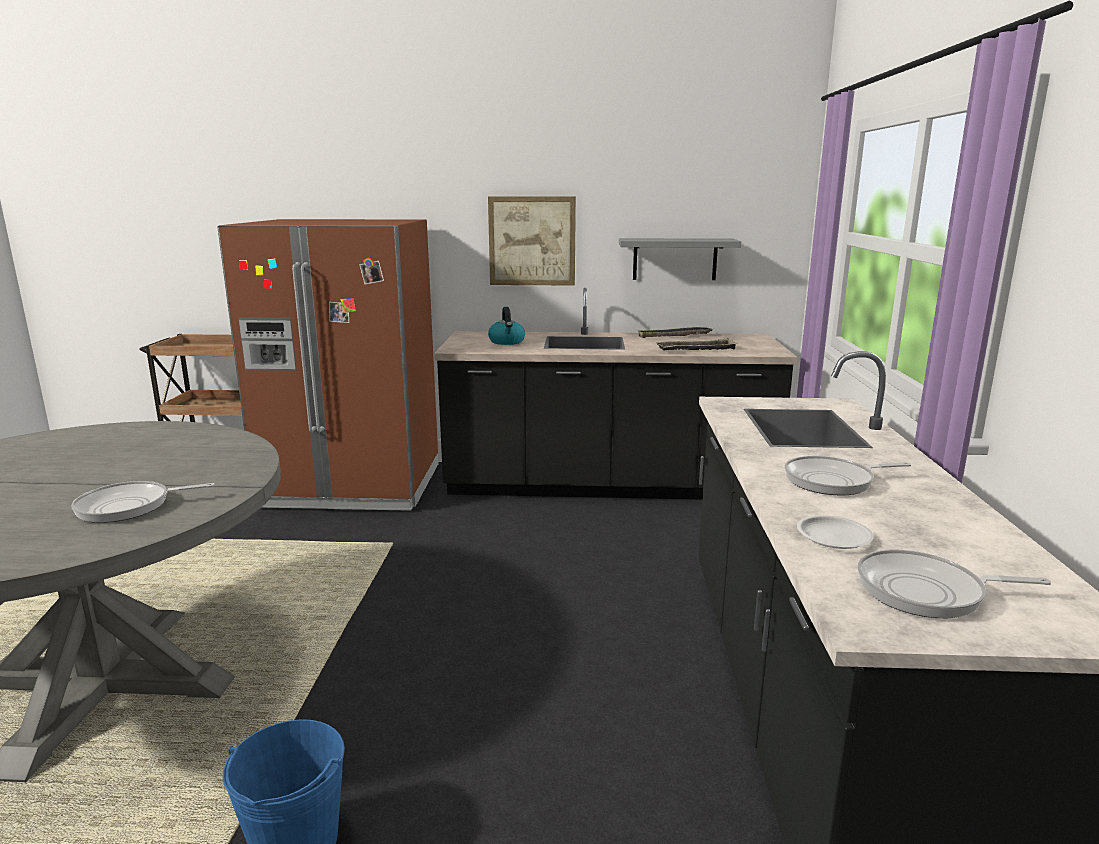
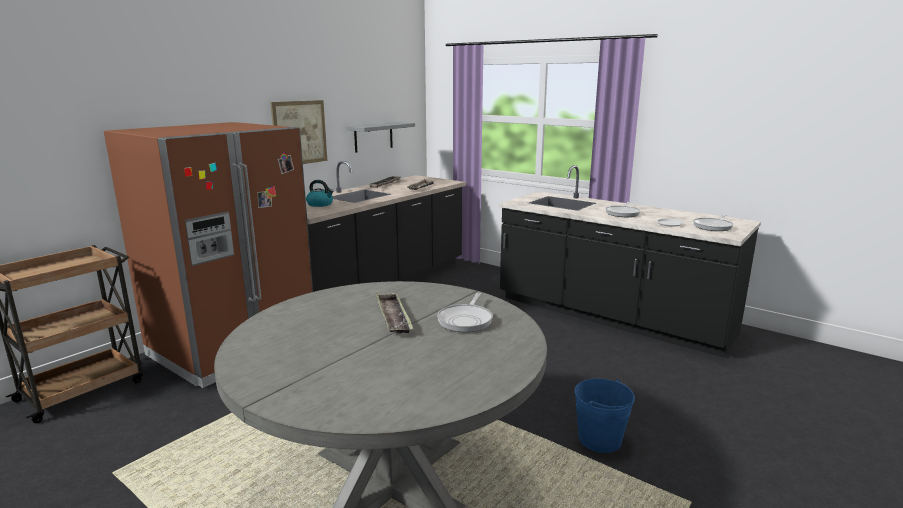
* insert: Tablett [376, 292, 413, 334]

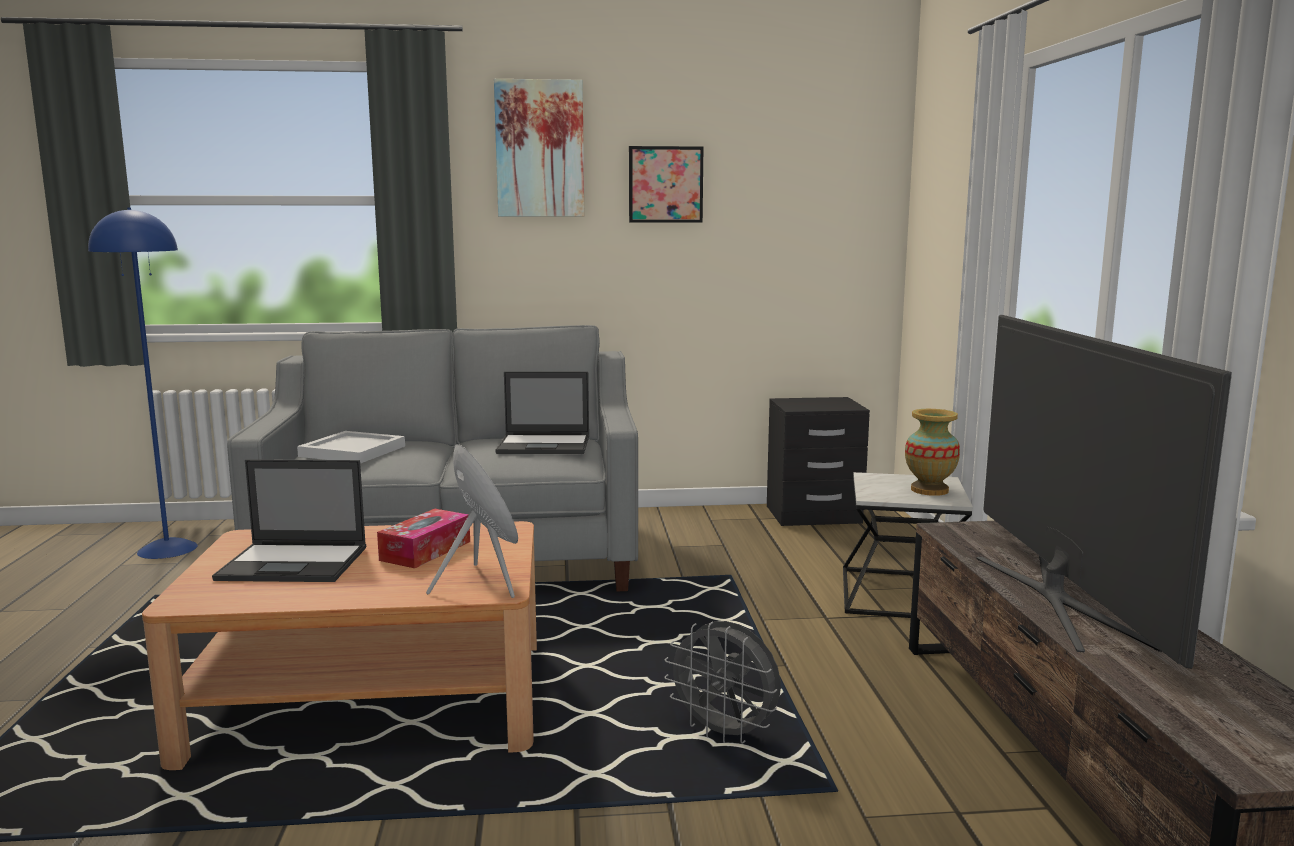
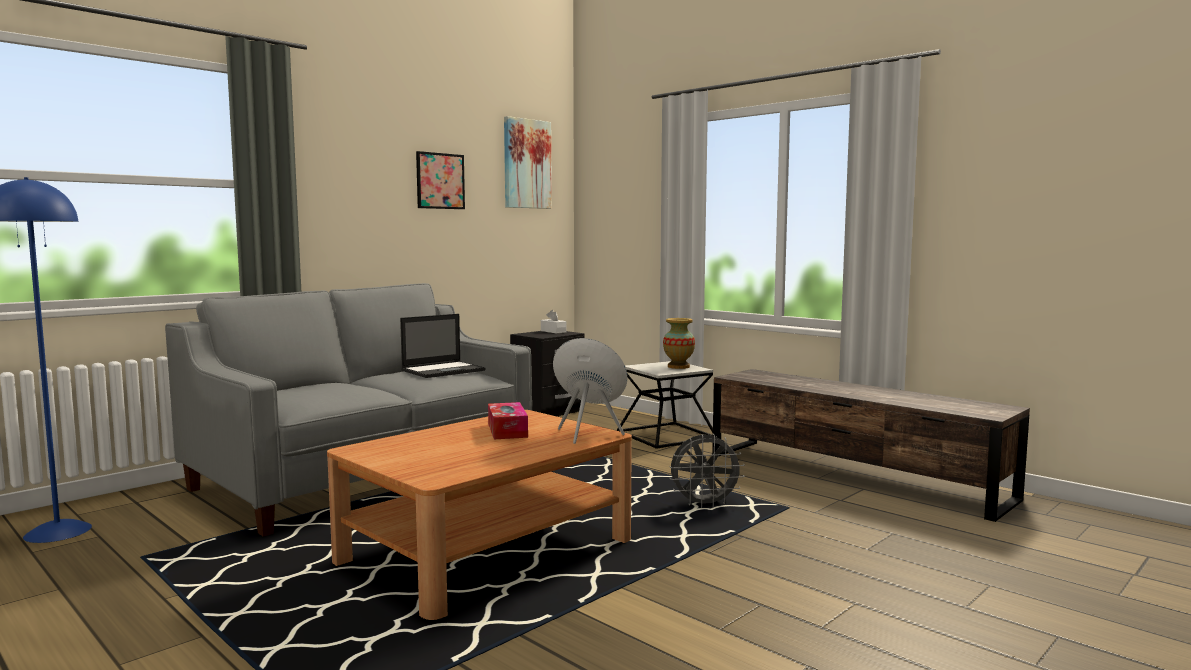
* delete: Laptop [212, 459, 366, 582]
* delete: Tablett [weiß] [297, 431, 405, 463]
* delete: Fernseher [976, 315, 1232, 669]
* insert: Taschentuchbox [weiß] [541, 310, 567, 333]
* move: Bild [494, 79, 584, 217] to [504, 116, 552, 209]

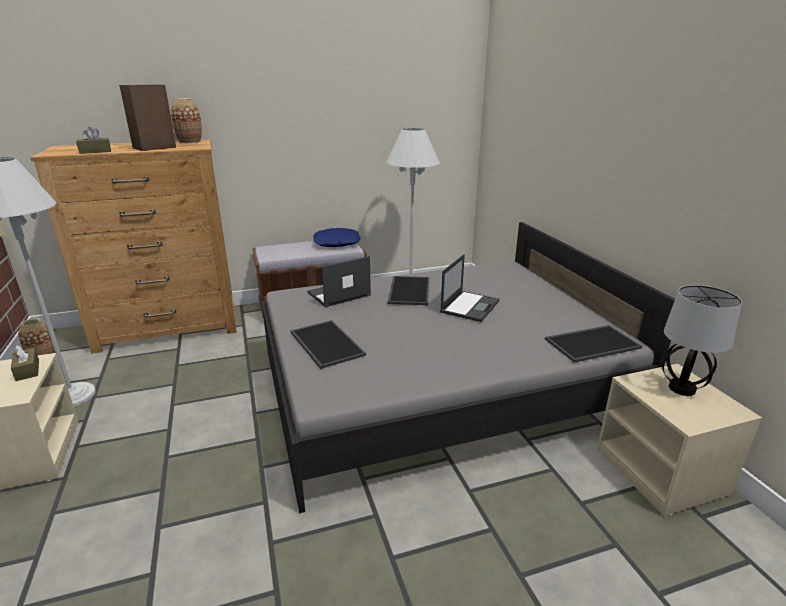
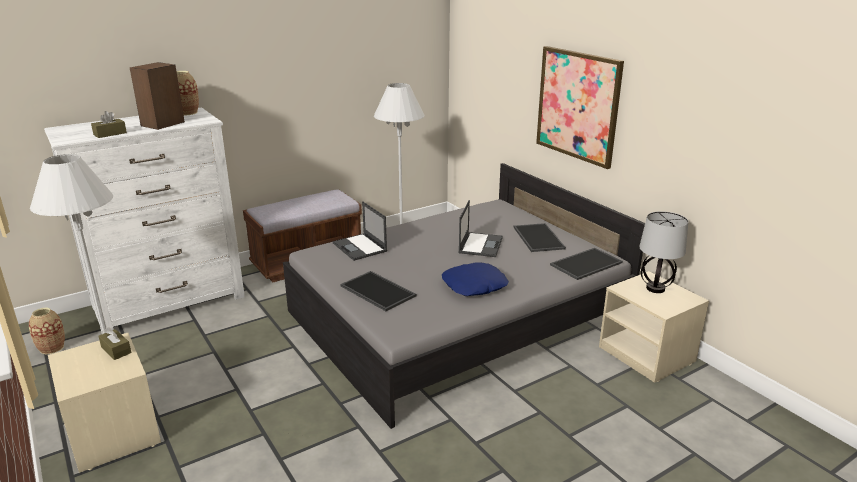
* insert: Bild [536, 46, 624, 169]
* move: Kissen [blau] [313, 228, 361, 247] to [442, 262, 509, 296]
* move: Tablett [388, 276, 429, 305] to [513, 223, 566, 252]
* recolor: Kommode [braun] [30, 140, 237, 354] to Kommode [weiß] [44, 107, 245, 334]
* rotate: Laptop [307, 256, 371, 307] = [333, 201, 387, 261] 75 degrees counterclockwise

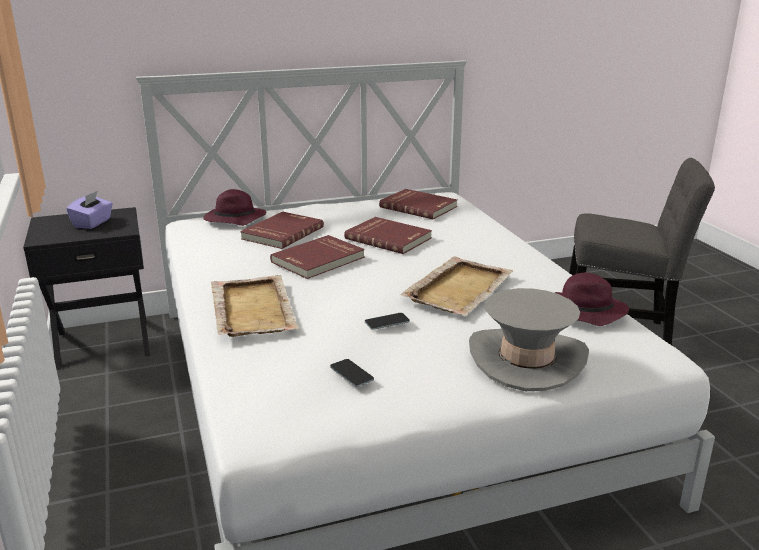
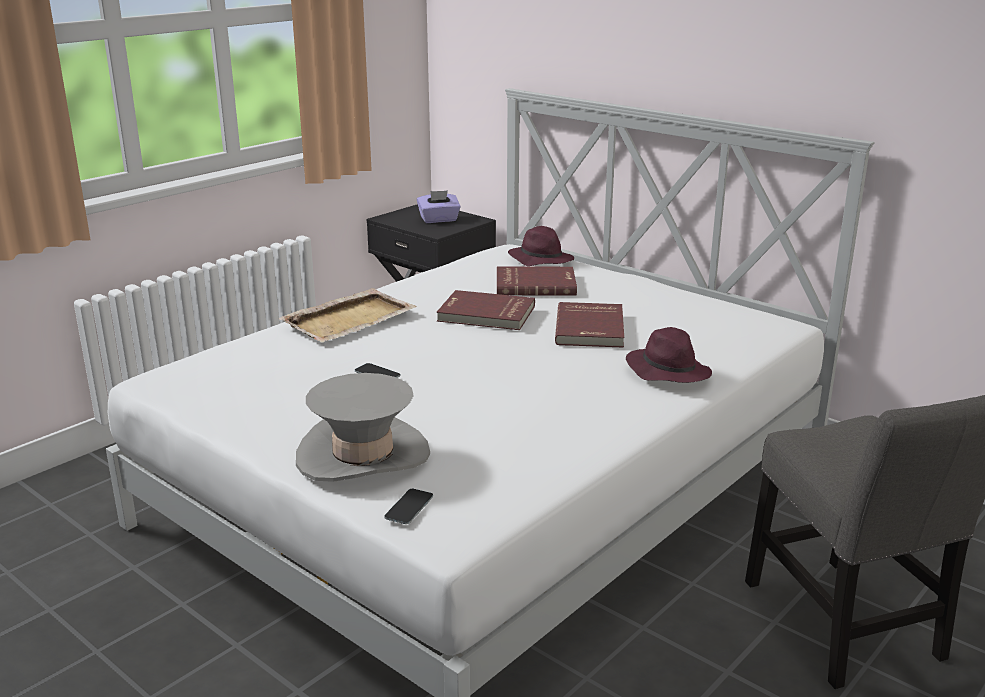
* delete: Buch [rot] [379, 189, 457, 219]
* delete: Tablett [beige] [400, 256, 513, 316]
* move: Handy [330, 359, 374, 387] to [384, 489, 433, 524]
* move: Hut [lila] [555, 273, 629, 326] to [626, 327, 712, 383]

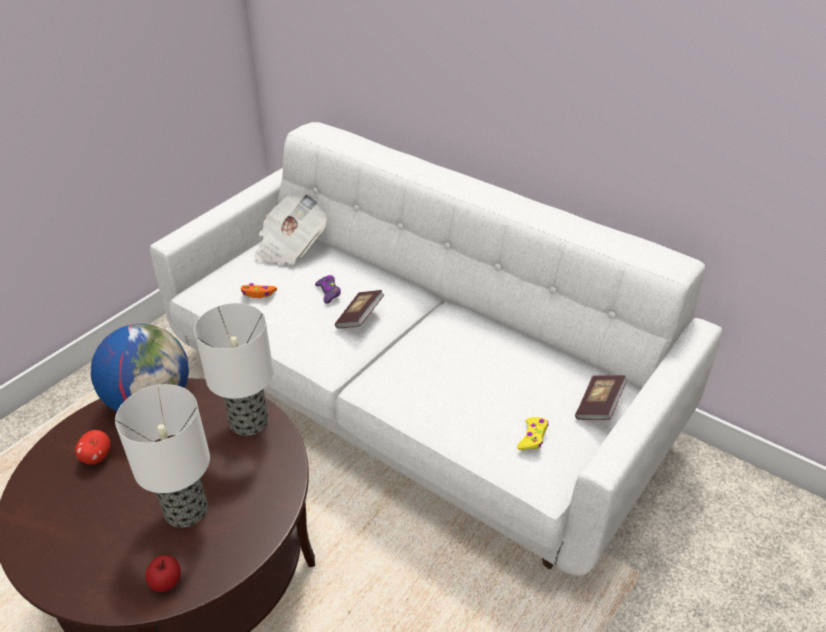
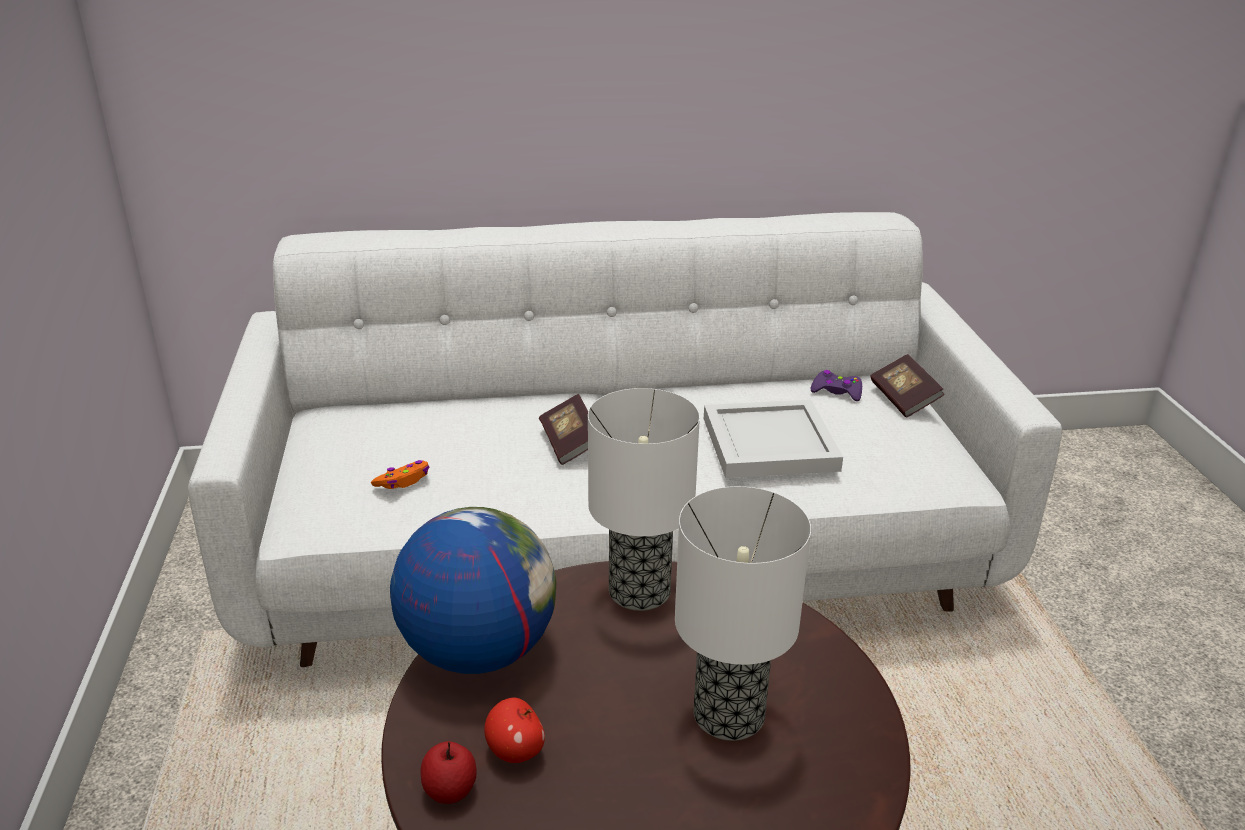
* delete: Zeitung [254, 194, 327, 265]
* delete: Gamepad [gelb] [517, 417, 549, 450]
* insert: Tablett [weiß] [704, 400, 843, 478]
* move: Apfel [145, 555, 181, 592] to [421, 741, 477, 804]
* move: Gamepad [lila] [315, 275, 341, 304] to [811, 370, 862, 401]

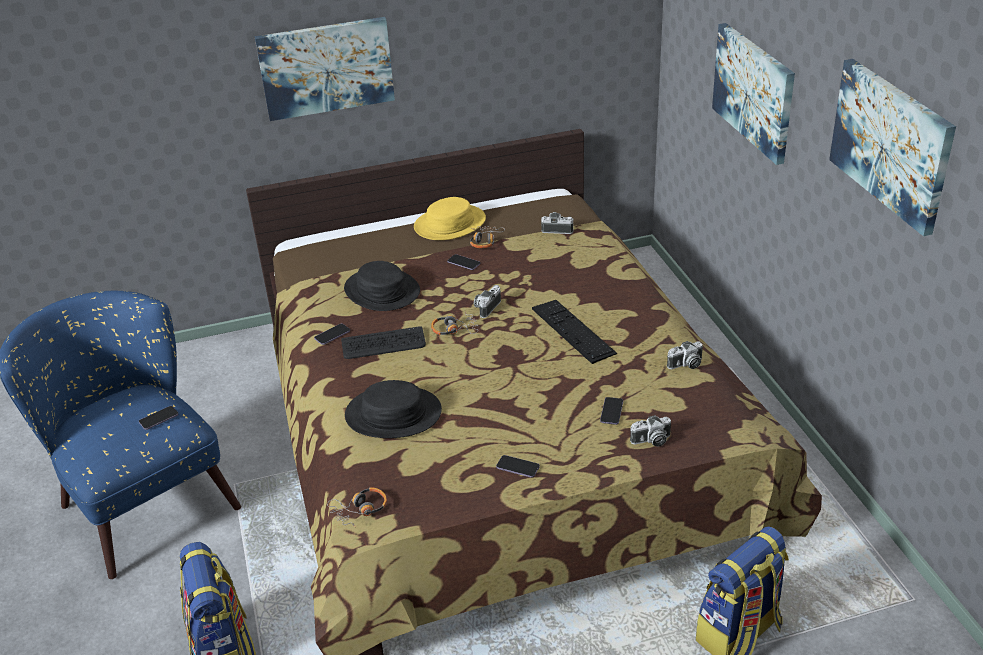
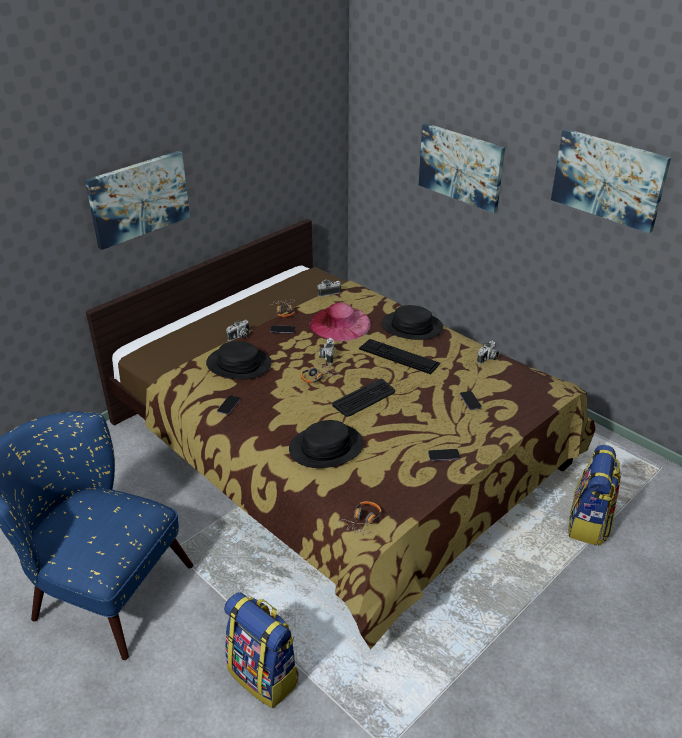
* delete: Handy [139, 406, 179, 430]
* delete: Hut [gelb] [414, 197, 486, 240]
* insert: Hut [rosa] [309, 302, 371, 341]
* insert: Hut [schwarz] [382, 305, 443, 340]
* move: Tastatur [341, 326, 426, 359] to [333, 379, 395, 417]
* move: Kamera [630, 415, 671, 447] to [226, 320, 249, 341]

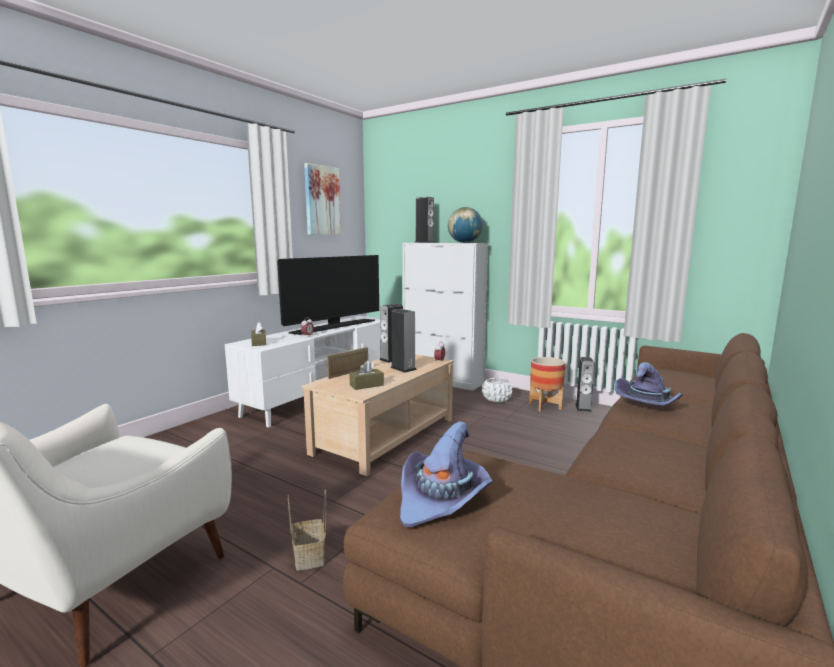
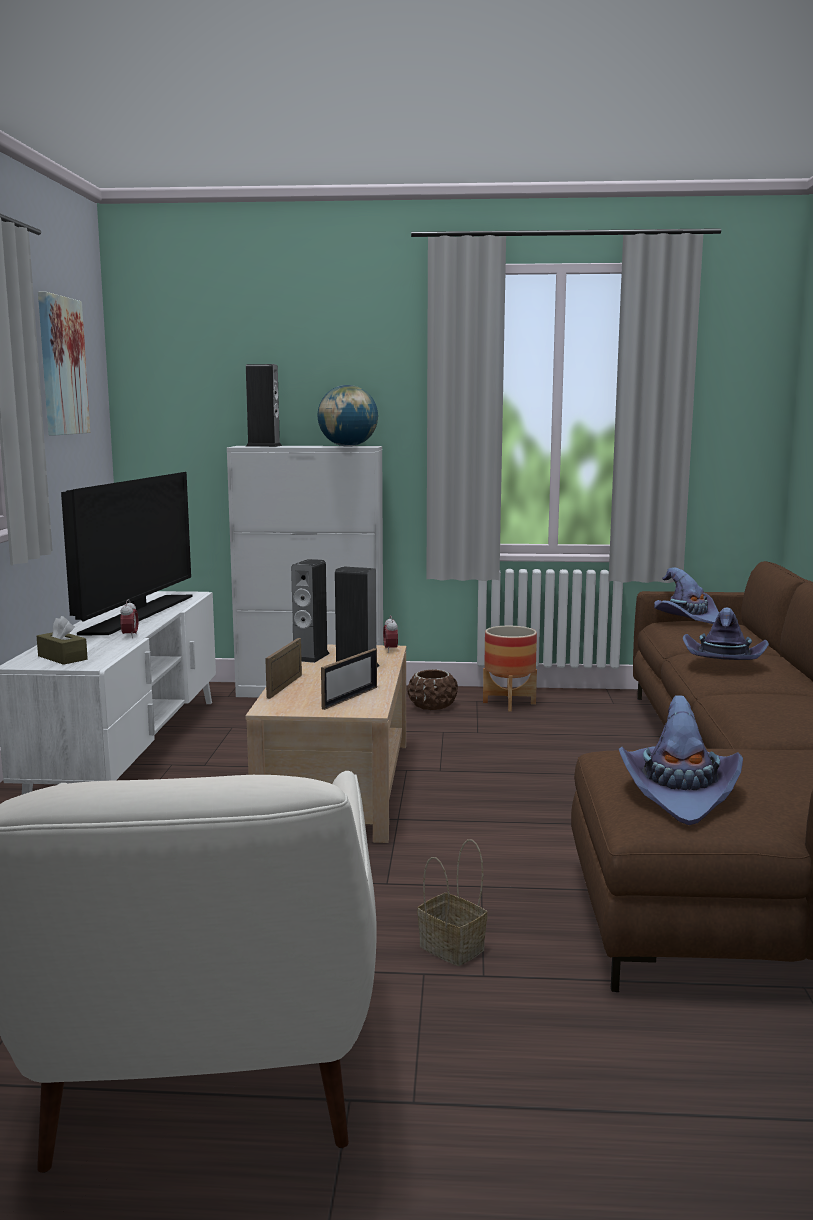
* delete: Lautsprecher [575, 357, 595, 412]
* insert: Hut [lila] [654, 568, 719, 624]
* replace: Taschentuchbox [braun] [349, 360, 384, 390] to Bilderrahmen [321, 648, 377, 710]
* recolor: Pflanzkübel [weiß] [482, 377, 513, 402] to Pflanzkübel [braun] [407, 669, 458, 710]

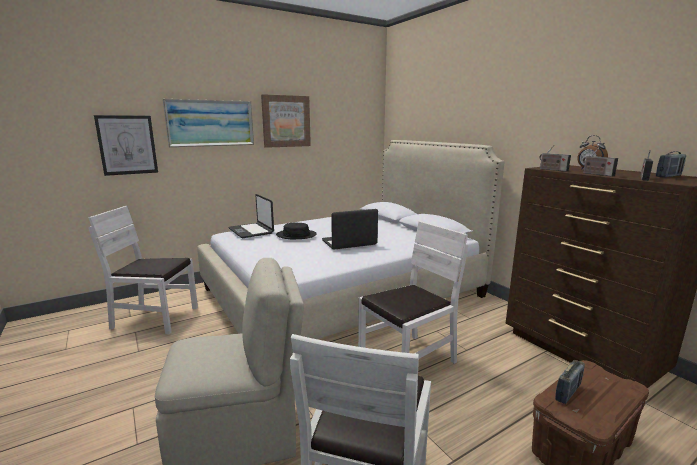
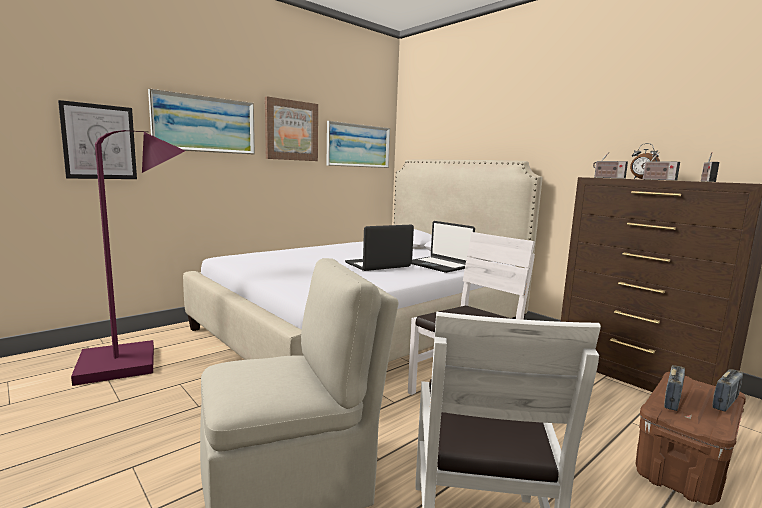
* delete: Hut [schwarz] [276, 223, 317, 239]
* insert: Bild [327, 121, 390, 168]
* move: Laptop [228, 194, 274, 238] to [412, 221, 475, 273]
* move: Radio [656, 151, 686, 178] to [712, 369, 743, 412]
* replace: Stuhl [weiß] [88, 206, 198, 335] to Stehlampe [lila] [71, 130, 185, 386]

